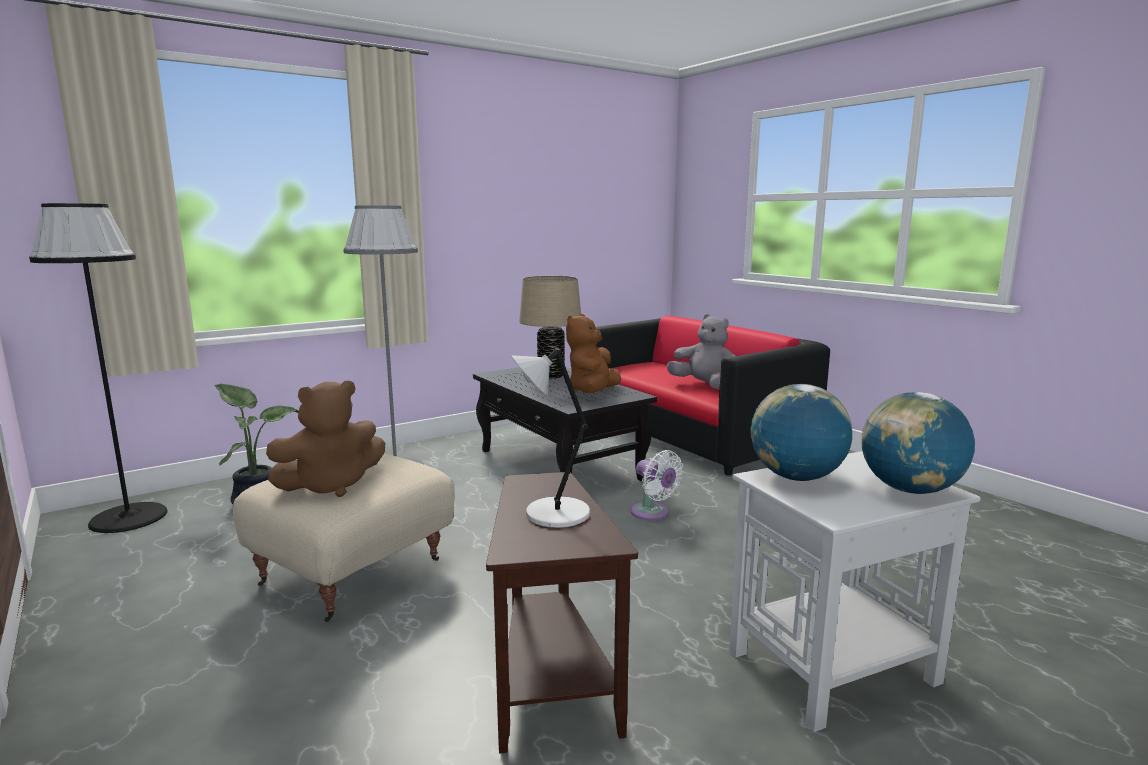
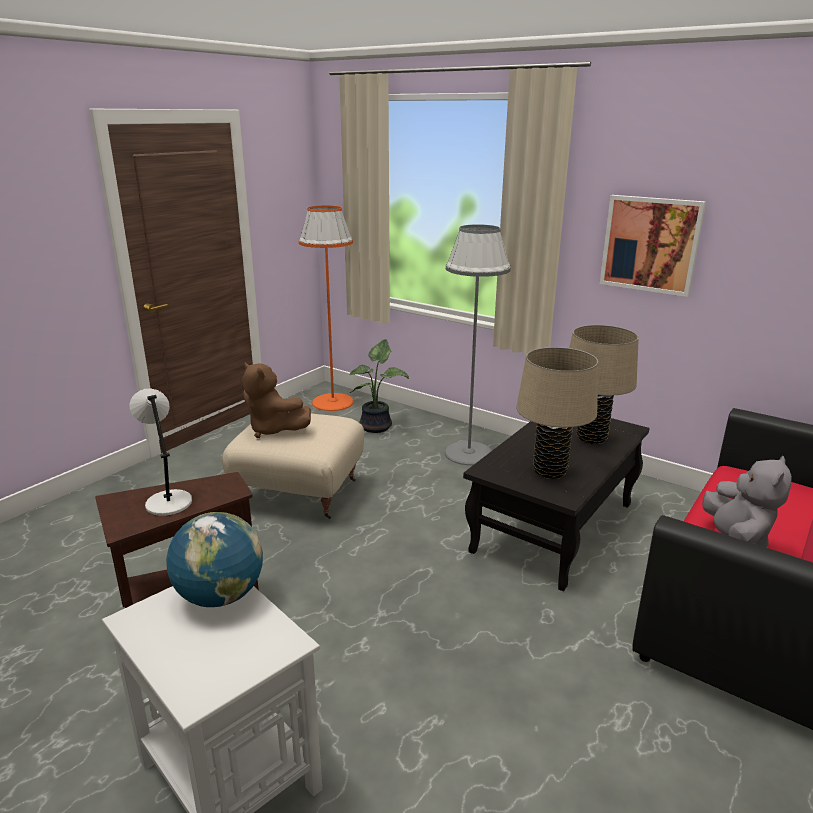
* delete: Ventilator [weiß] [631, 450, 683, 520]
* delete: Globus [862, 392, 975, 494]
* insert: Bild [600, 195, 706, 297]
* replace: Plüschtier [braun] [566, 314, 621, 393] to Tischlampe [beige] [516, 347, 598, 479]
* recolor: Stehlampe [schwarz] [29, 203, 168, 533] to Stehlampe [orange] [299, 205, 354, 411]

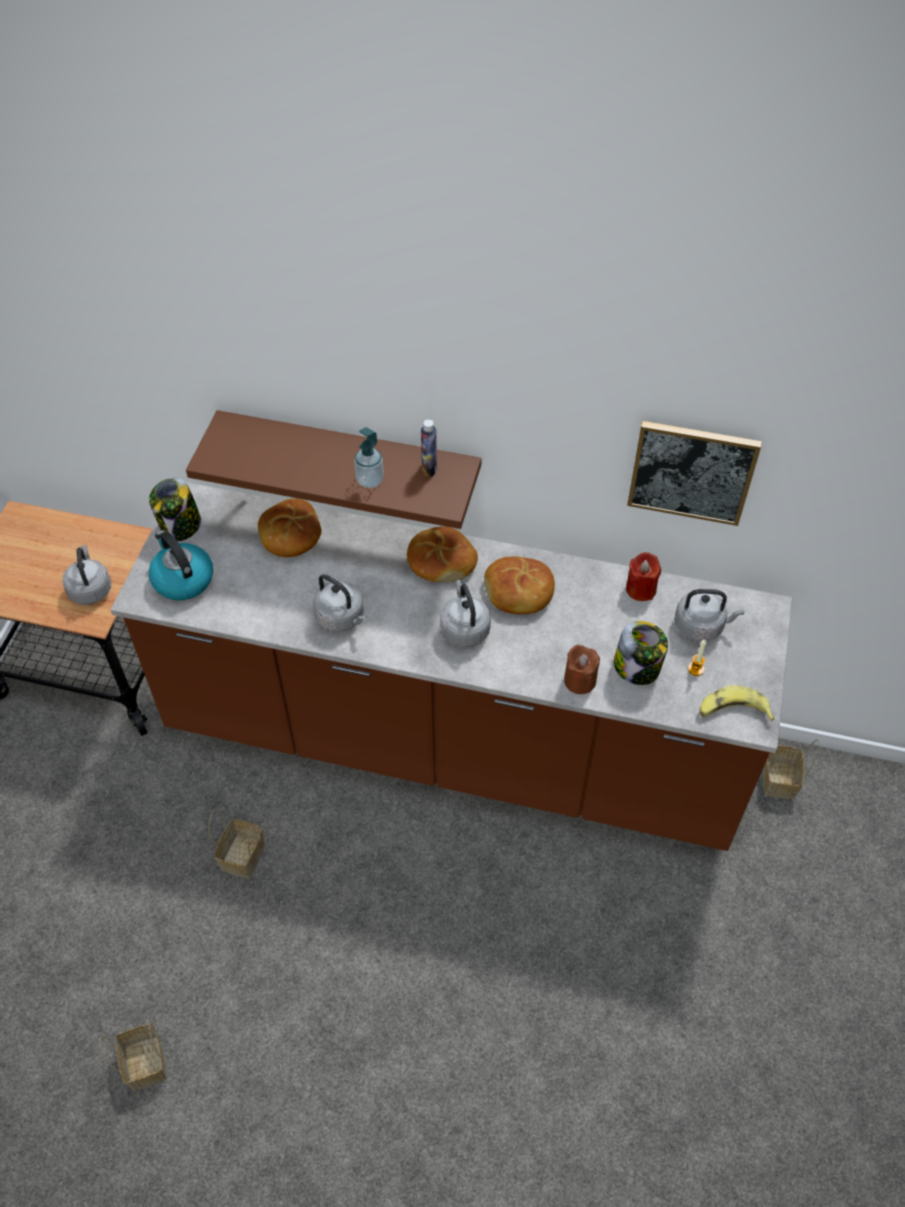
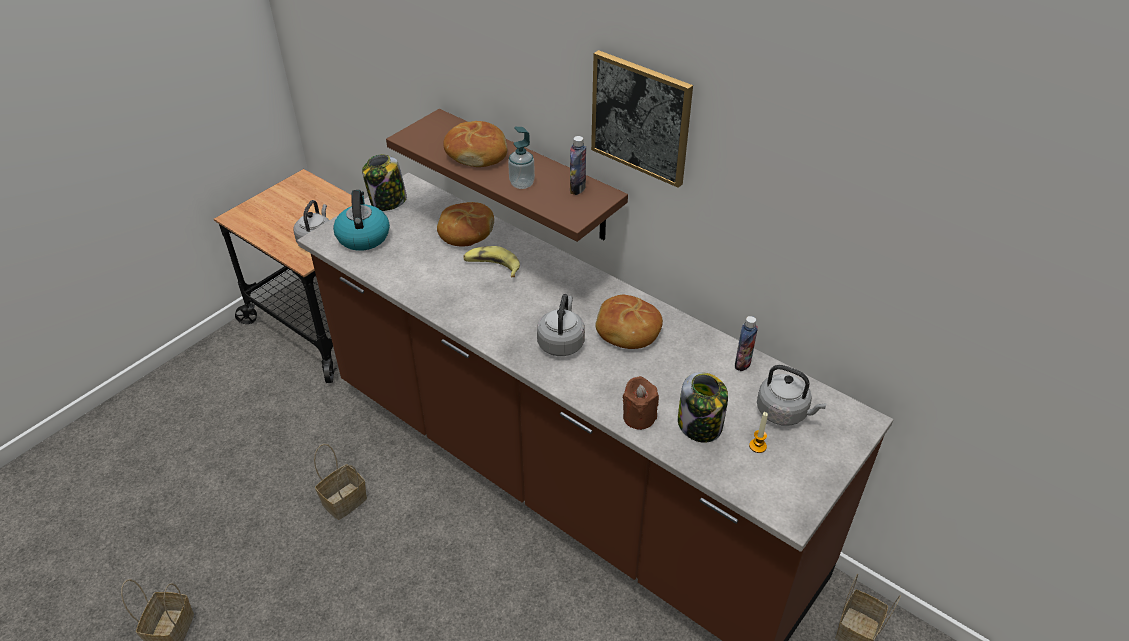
* delete: Wasserkessel [grau] [313, 574, 367, 632]
* move: Brot [407, 526, 478, 582] to [443, 121, 507, 167]
* move: Bild [627, 421, 762, 526] to [591, 50, 693, 188]
* move: Banane [699, 685, 774, 721] to [463, 246, 520, 277]
* replace: Kerze [rot] [626, 552, 661, 601] to Flasche [735, 316, 758, 371]

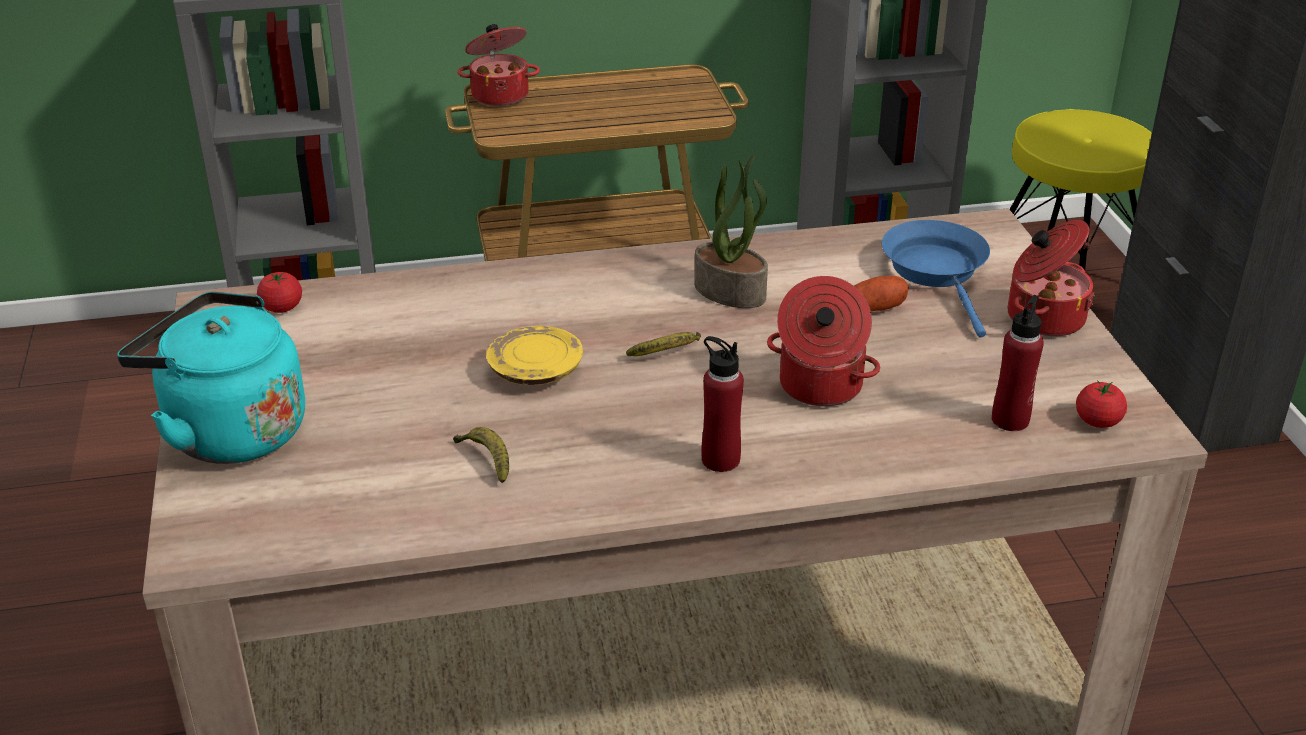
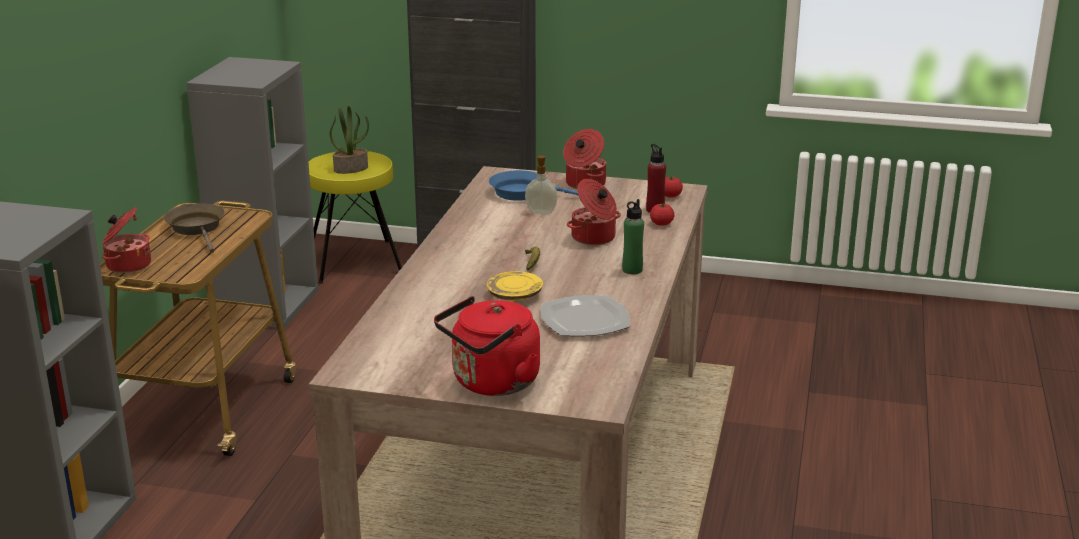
* insert: Pfanne [braun] [164, 203, 225, 253]
* move: Tomate [257, 272, 302, 313] to [650, 204, 674, 226]
* move: Topfpflanze [694, 155, 768, 308] to [330, 106, 369, 174]
* replace: Banane [453, 427, 509, 483] to Teller [541, 295, 631, 336]
* replace: Kartoffel [854, 276, 909, 311] to Seifenspender [525, 155, 557, 215]
* recolor: Wasserkessel [türkis] [117, 291, 305, 464] to Wasserkessel [rot] [434, 296, 540, 396]
* recolor: Flasche [rot] [701, 336, 744, 472] to Flasche [grün] [622, 199, 644, 274]

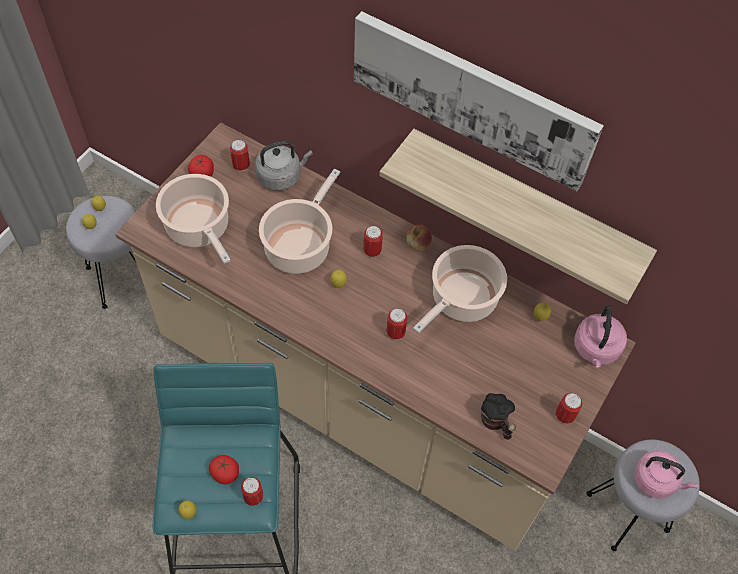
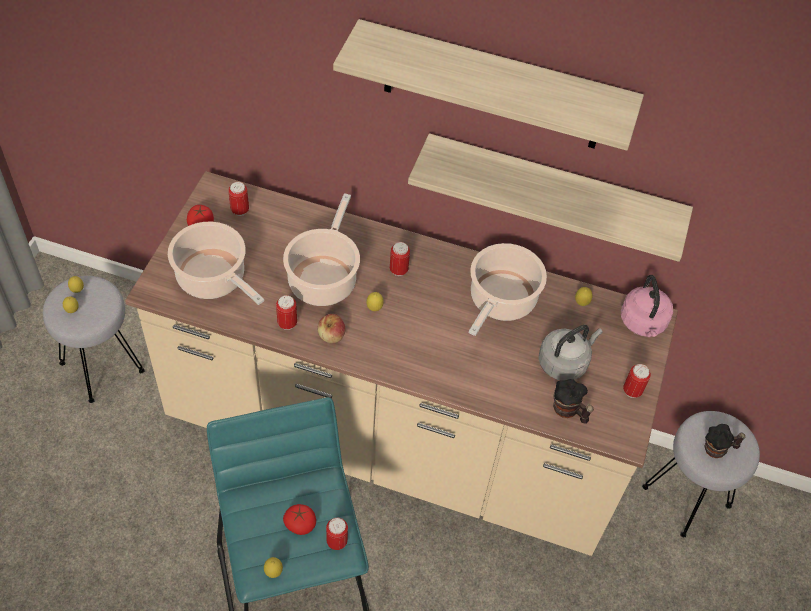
* move: Wasserkessel [grau] [255, 141, 313, 191] to [539, 325, 603, 380]
* move: Dose [386, 308, 407, 339] to [276, 295, 297, 330]
* move: Apfel [406, 225, 432, 251] to [317, 314, 345, 343]
* replace: Bild [354, 11, 604, 191] to Wandregal [333, 19, 644, 151]
* replace: Wasserkessel [rosa] [634, 450, 698, 499] to Henkelbecher [704, 424, 746, 458]

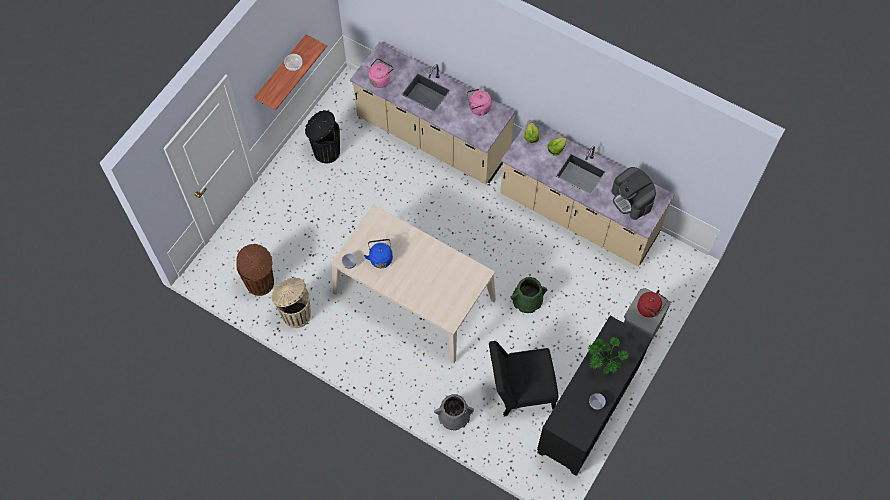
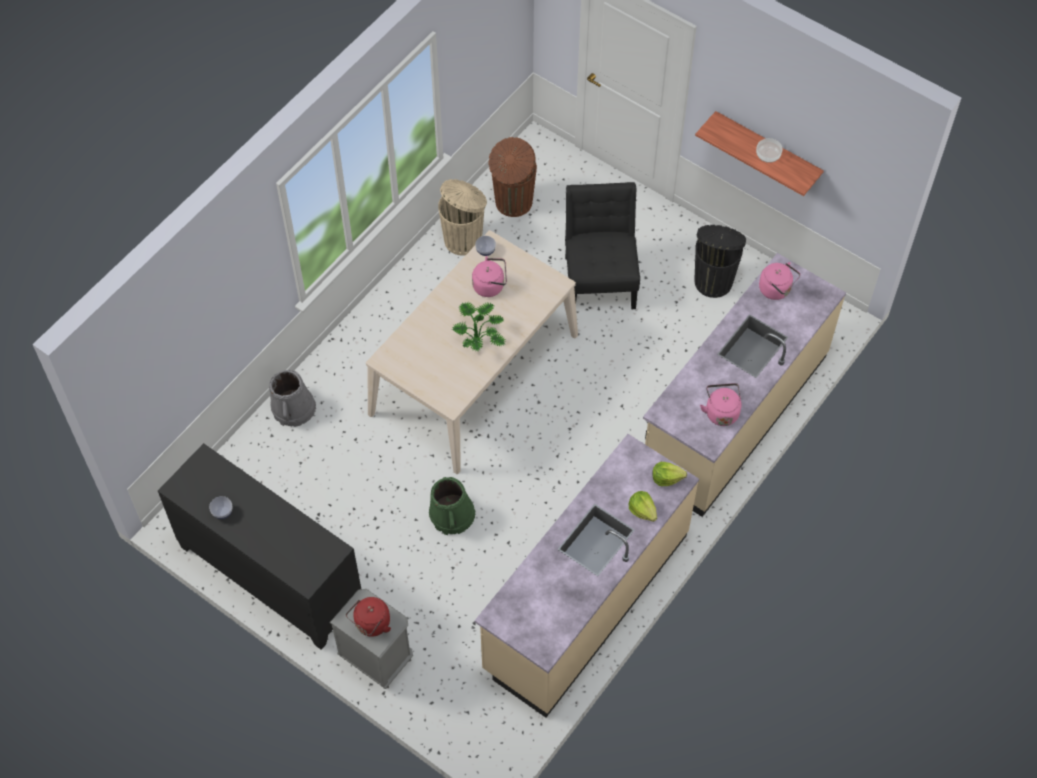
* delete: Kaffeemaschine [612, 167, 656, 220]
* move: Stuhl [schwarz] [489, 341, 559, 416] to [565, 182, 640, 309]
* move: Topfpflanze [588, 337, 629, 375] to [452, 302, 505, 351]
* recolor: Wasserkessel [blau] [364, 239, 393, 268] to Wasserkessel [rosa] [472, 256, 507, 297]

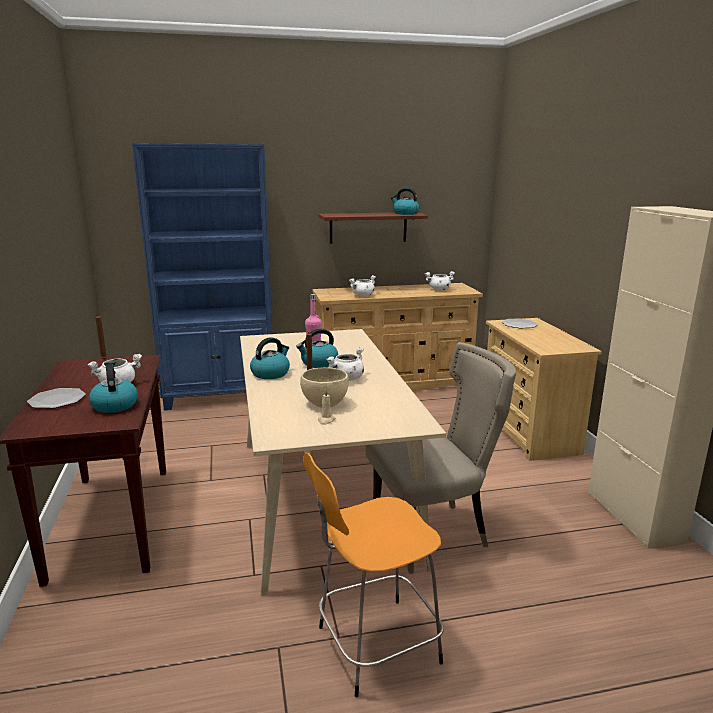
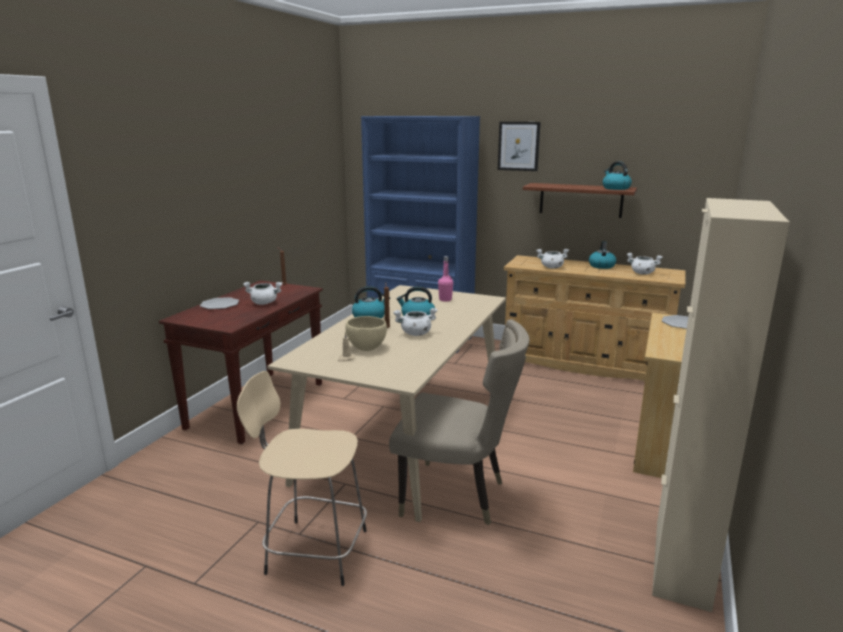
* insert: Bild [498, 122, 541, 171]
* move: Wasserkessel [89, 364, 138, 413] to [589, 241, 616, 269]
* recolor: Hocker [orange] [303, 453, 444, 698] to Hocker [beige] [237, 371, 367, 586]

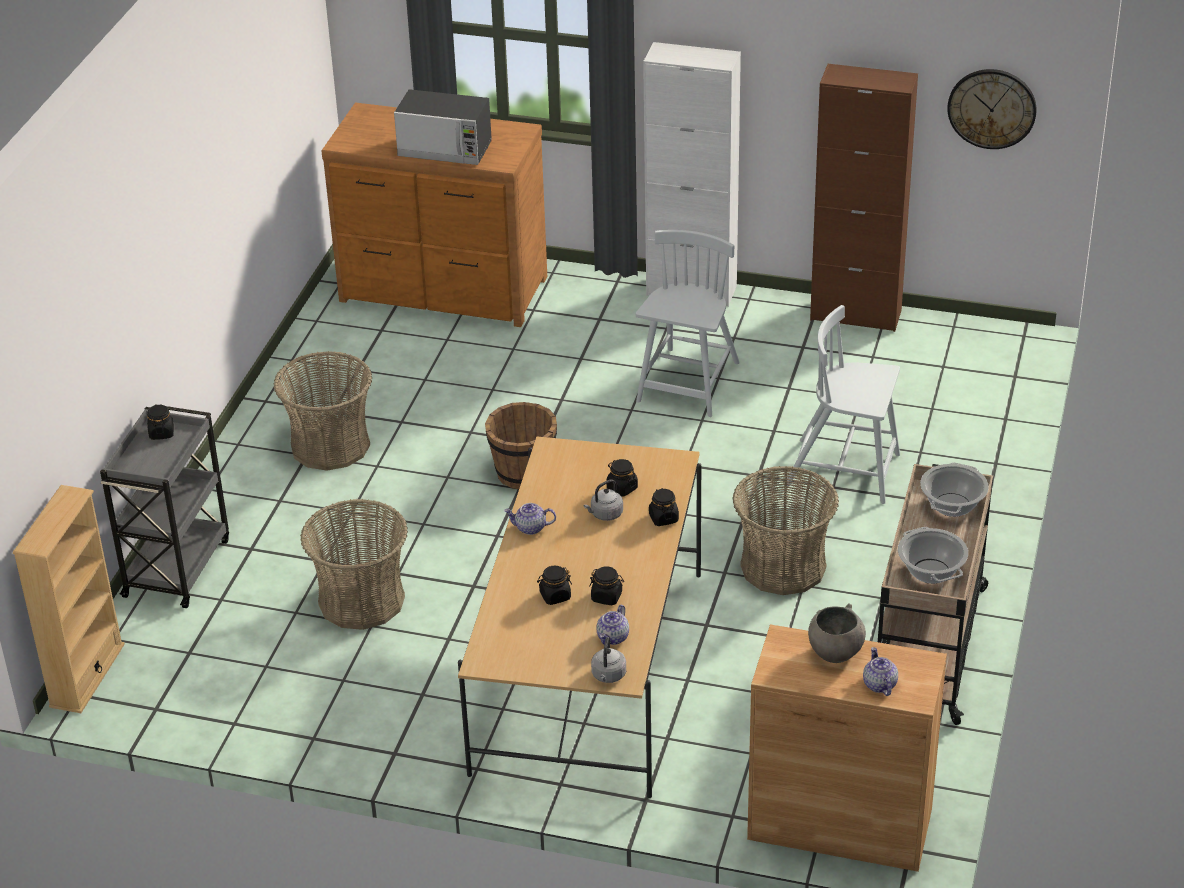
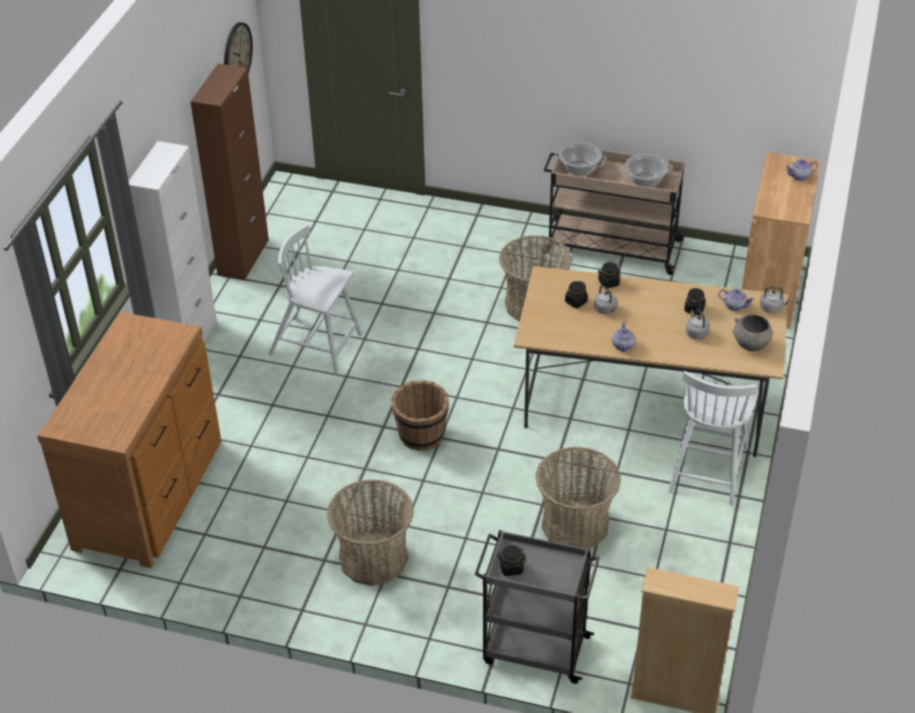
* delete: Mikrowelle [394, 89, 492, 165]
* move: Stuhl [weiß] [787, 305, 900, 504] to [668, 371, 759, 506]
* move: Schüssel [grau] [808, 603, 866, 663] to [733, 315, 772, 351]
* replace: Vorratsglas [schwarz] [537, 566, 572, 605] to Wasserkessel [grau] [686, 309, 710, 339]

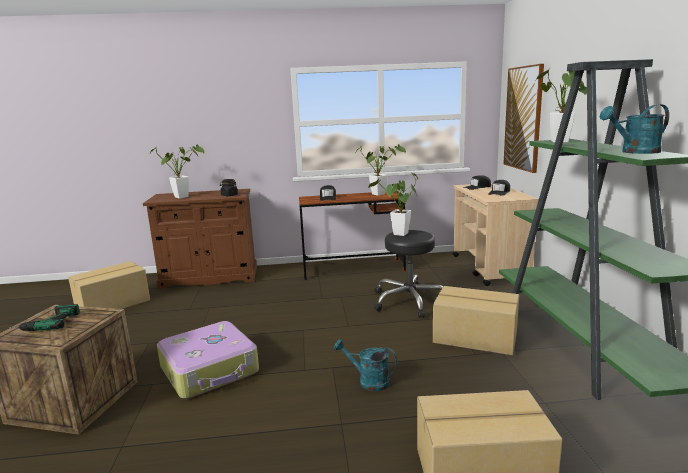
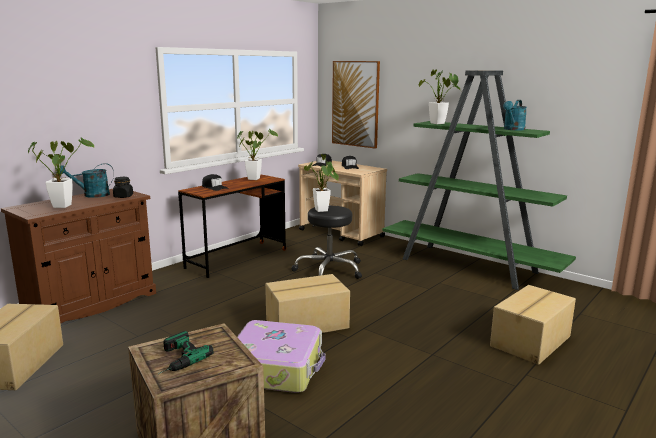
* move: Gießkanne [türkis] [334, 339, 397, 391] to [59, 163, 114, 198]
* move: Karton [433, 286, 519, 355] to [265, 274, 350, 333]

